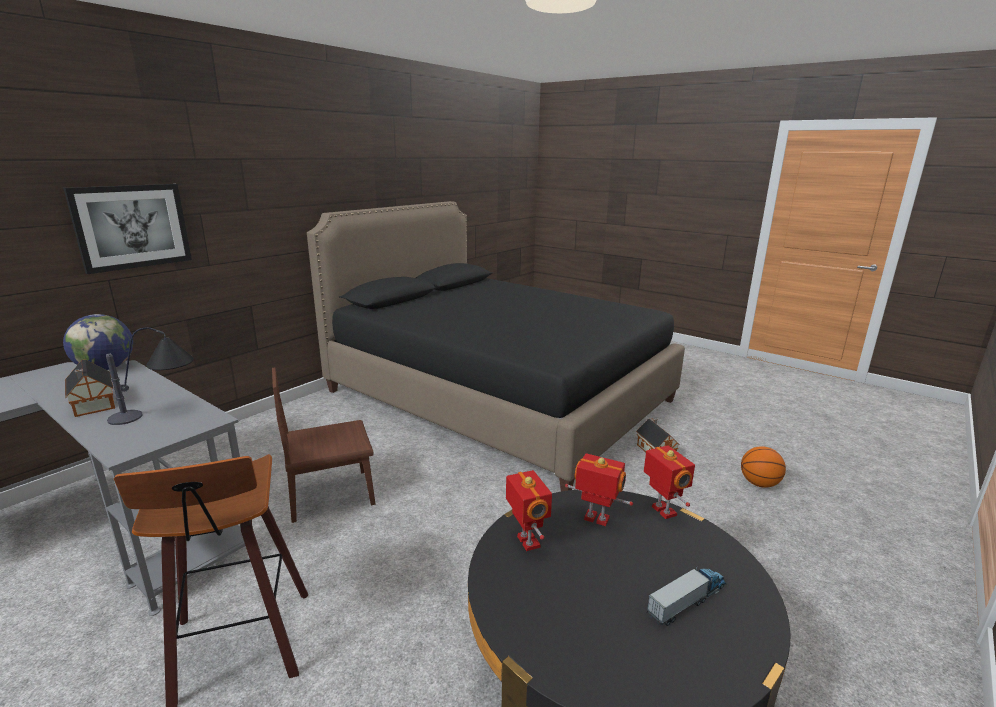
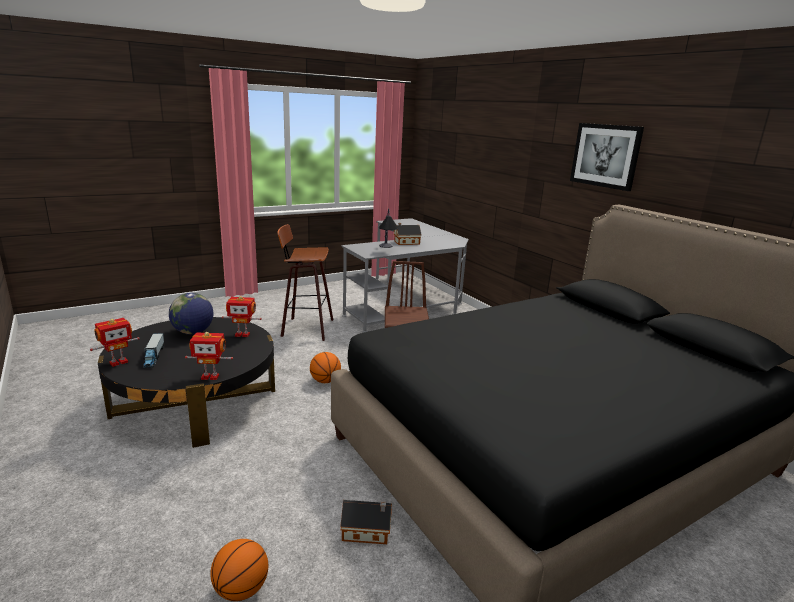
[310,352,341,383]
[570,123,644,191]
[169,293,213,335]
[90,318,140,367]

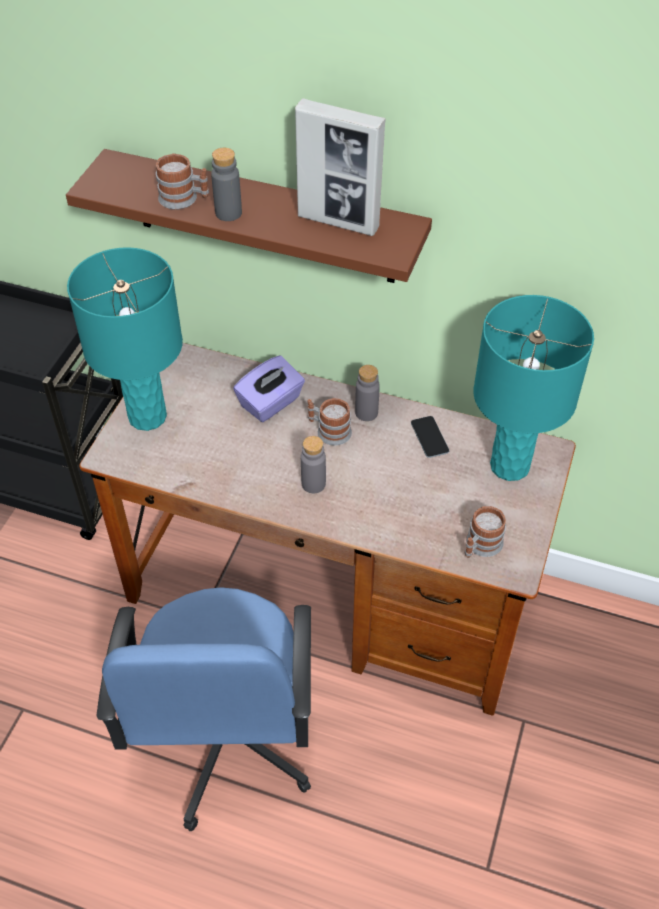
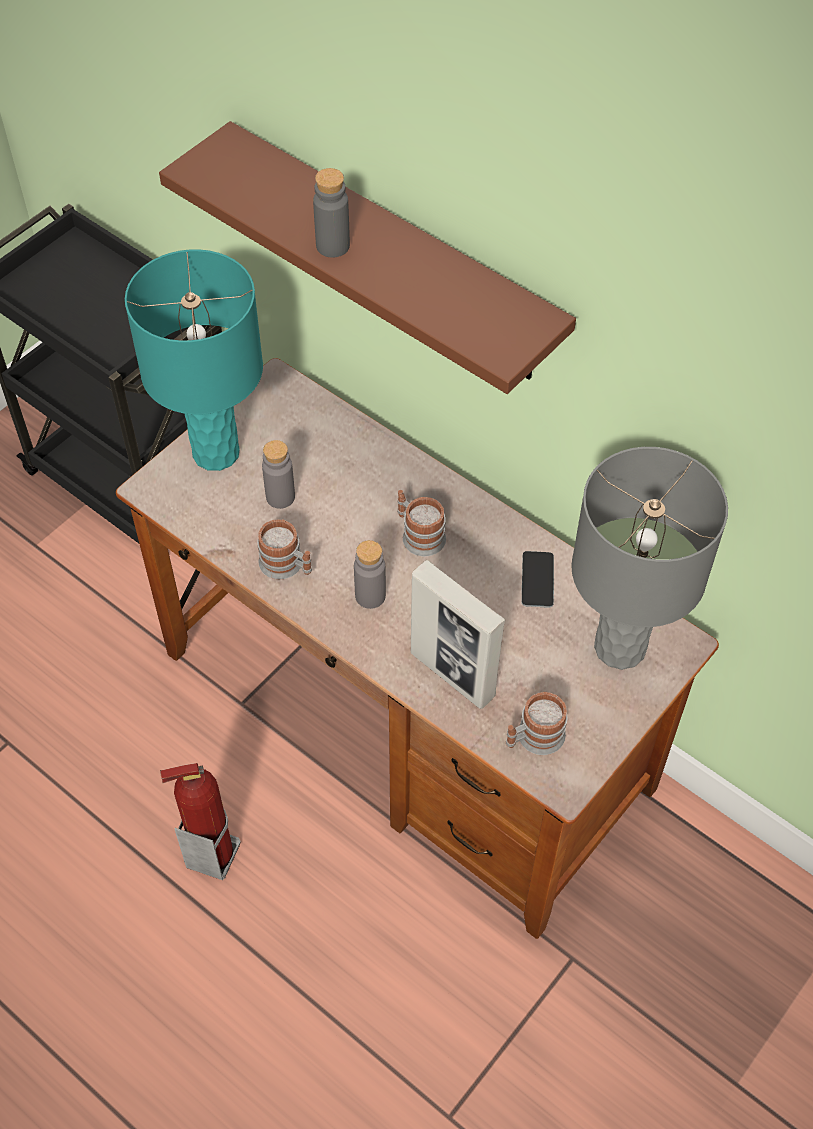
[233,356,305,422] (first image)
[257,519,312,579]
[411,560,505,709]
[262,440,295,509]
[160,763,240,880]
[571,447,728,670]

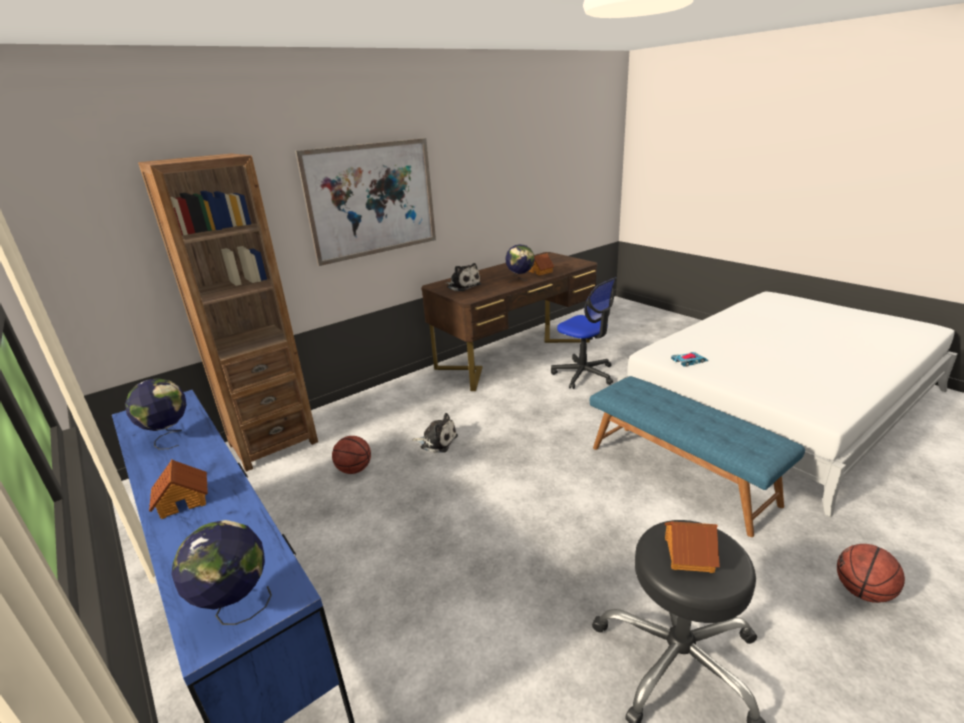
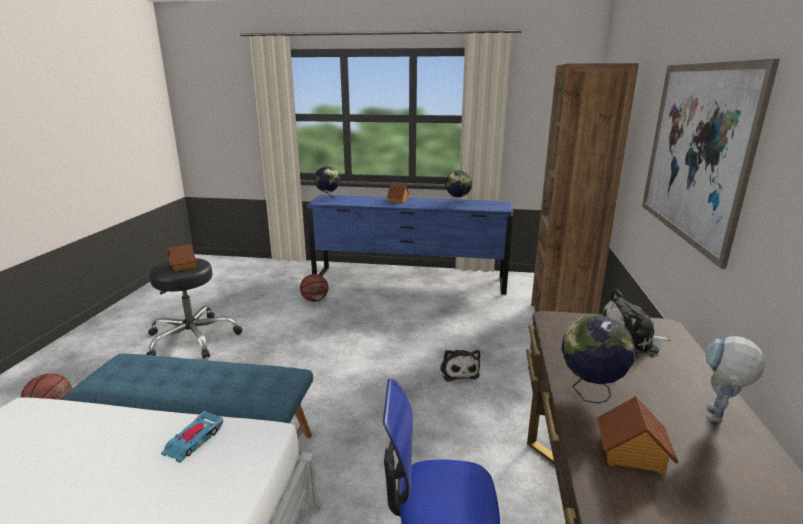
[706,336,765,422]
[300,274,328,302]
[440,350,480,382]

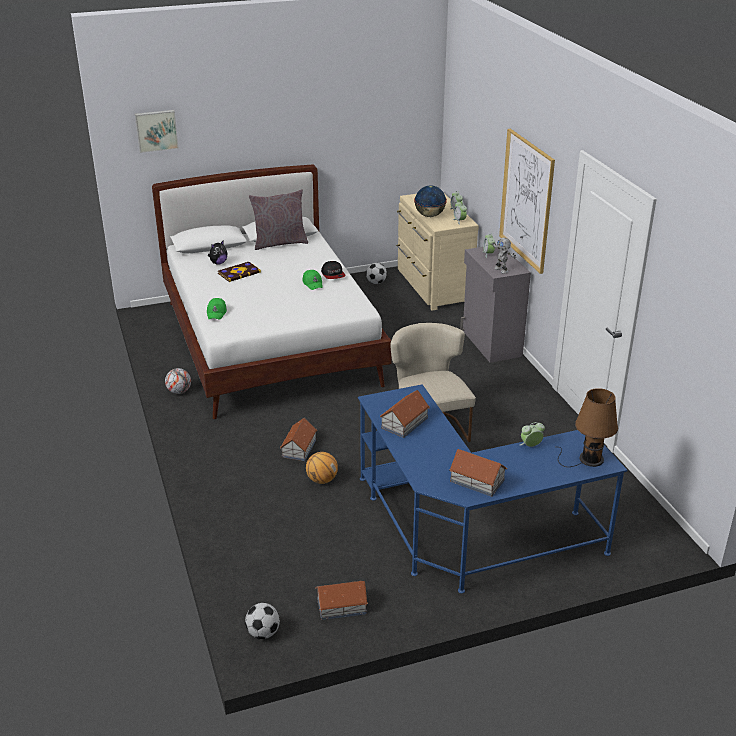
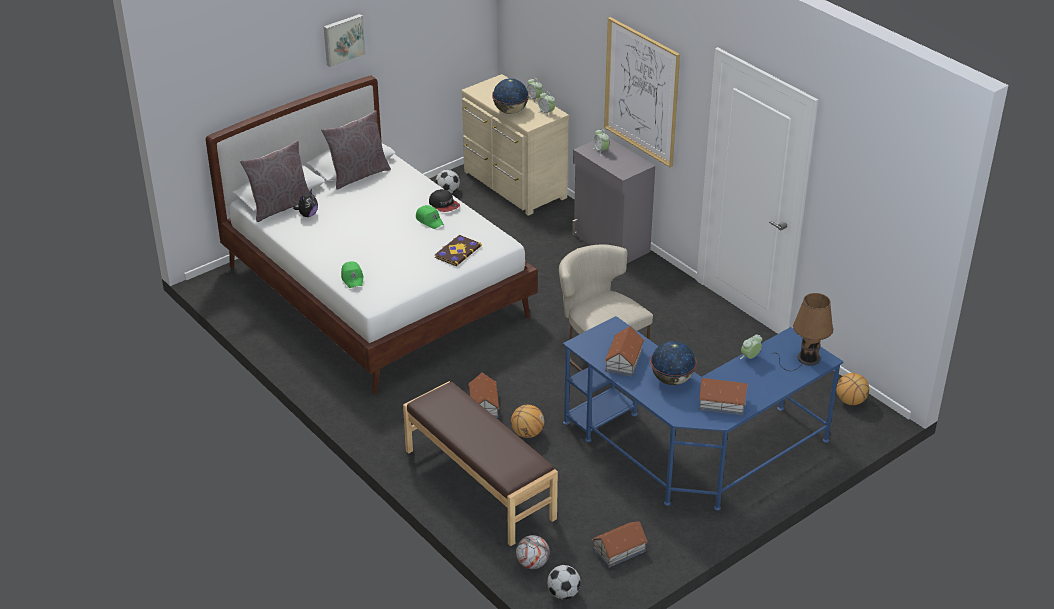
[492,238,516,274] (first image)
[240,140,310,222]
[403,381,558,546]
[650,341,697,385]
[836,373,869,405]
[324,14,366,67]
[516,535,550,569]
[435,235,482,266]

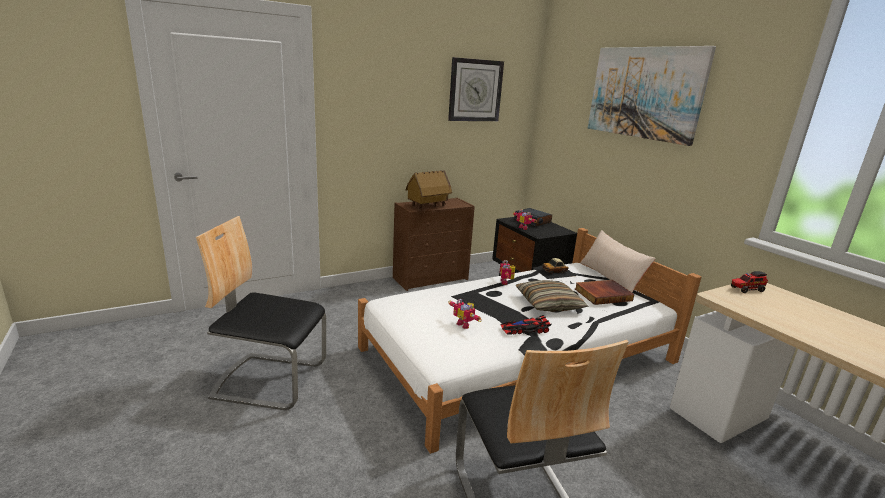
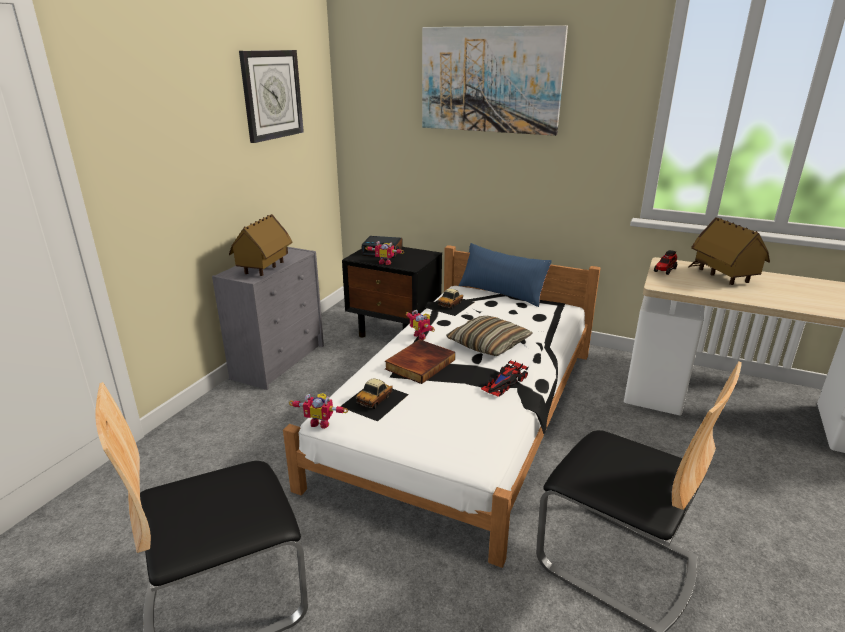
[340,379,409,422]
[689,217,770,285]
[289,393,348,429]
[385,339,455,384]
[212,247,324,390]
[459,243,552,307]

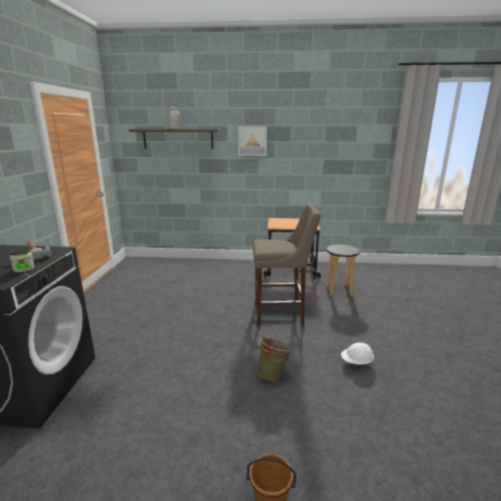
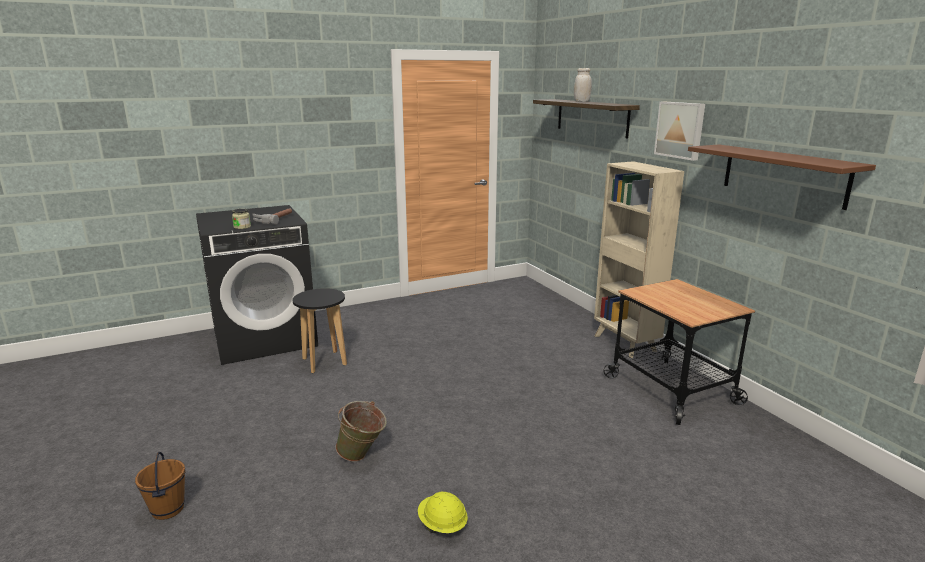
[253,204,321,326] (first image)
[594,161,684,358]
[688,144,876,210]
[292,288,347,373]
[418,491,468,533]

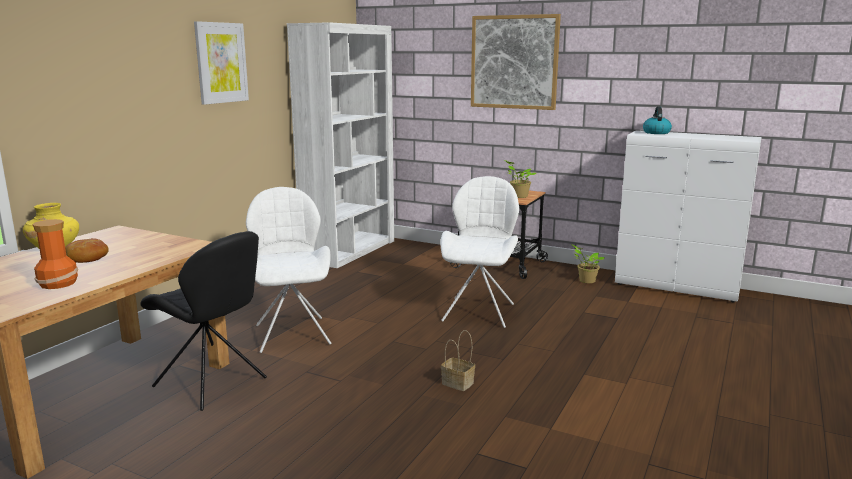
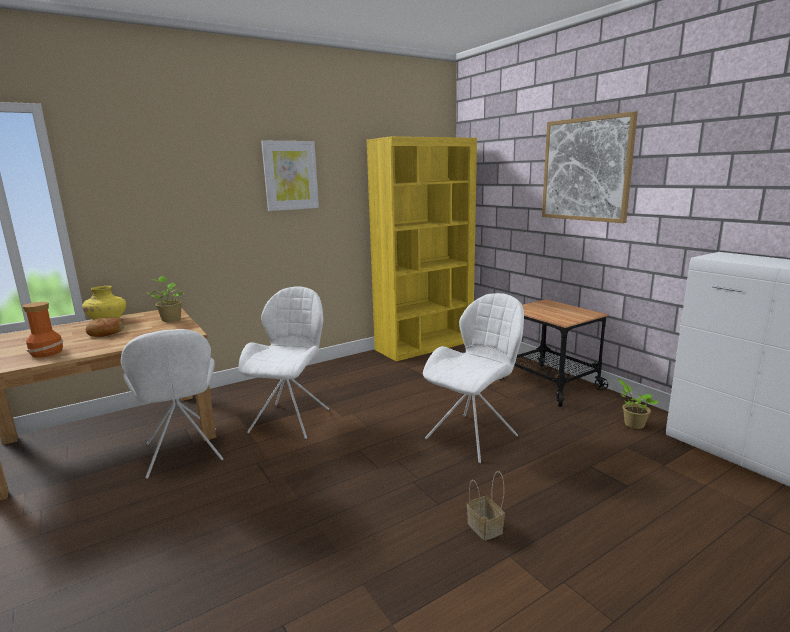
[643,107,672,134] (first image)
[467,471,505,541]
[148,276,184,322]
[121,329,223,479]
[367,136,477,362]

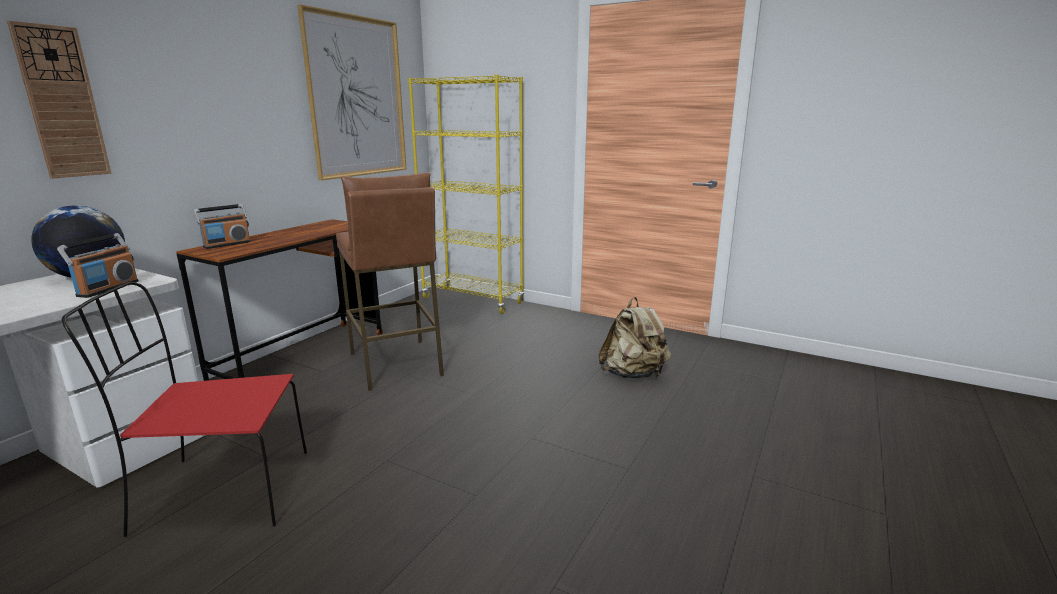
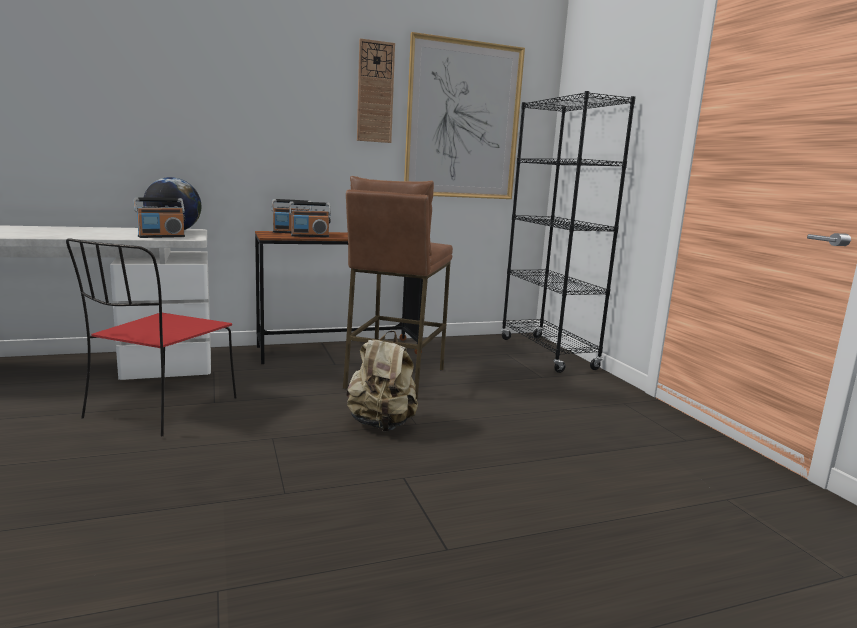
[289,201,331,237]
[357,38,395,143]
[346,331,418,431]
[501,91,636,373]
[66,238,237,436]

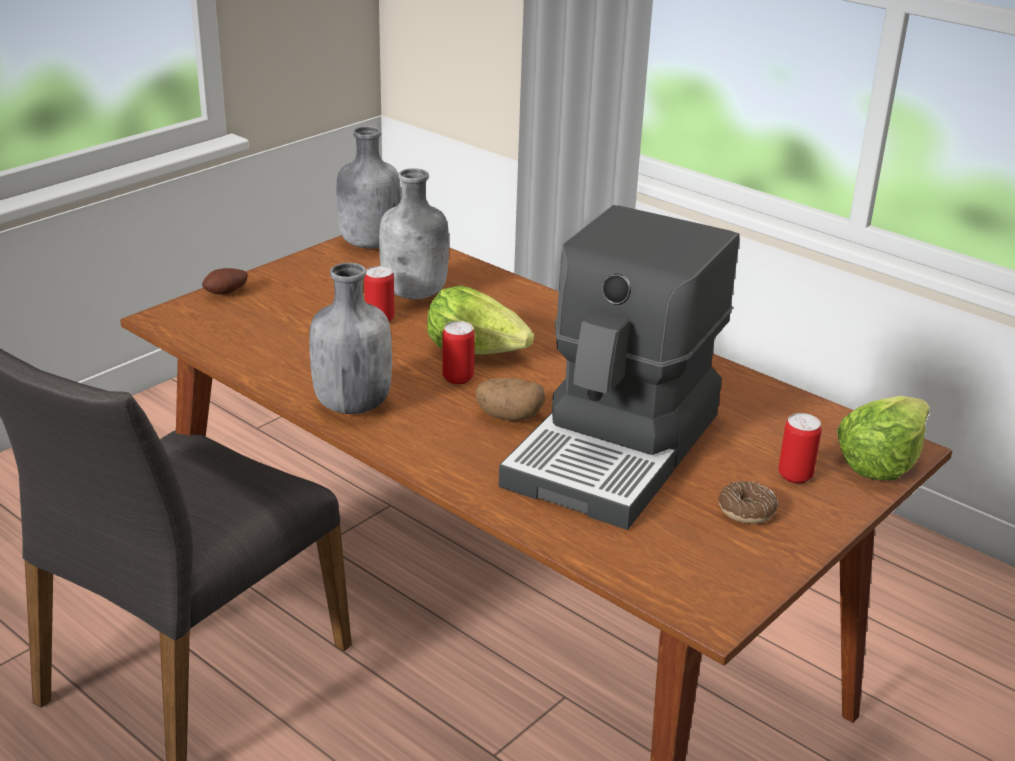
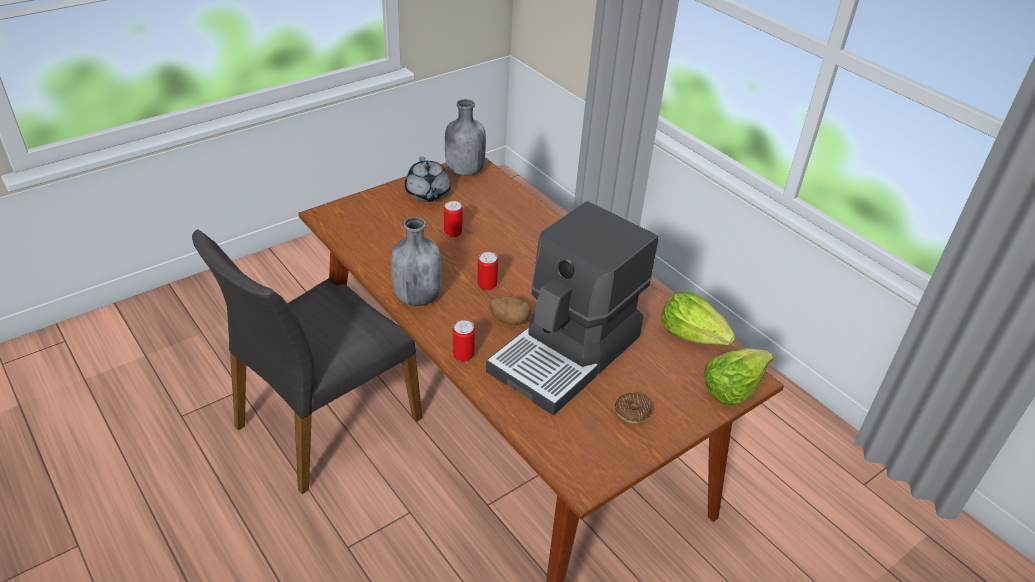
[202,268,248,295] (first image)
[379,168,449,299] (first image)
[405,156,451,202]
[661,292,736,345]
[453,320,475,362]

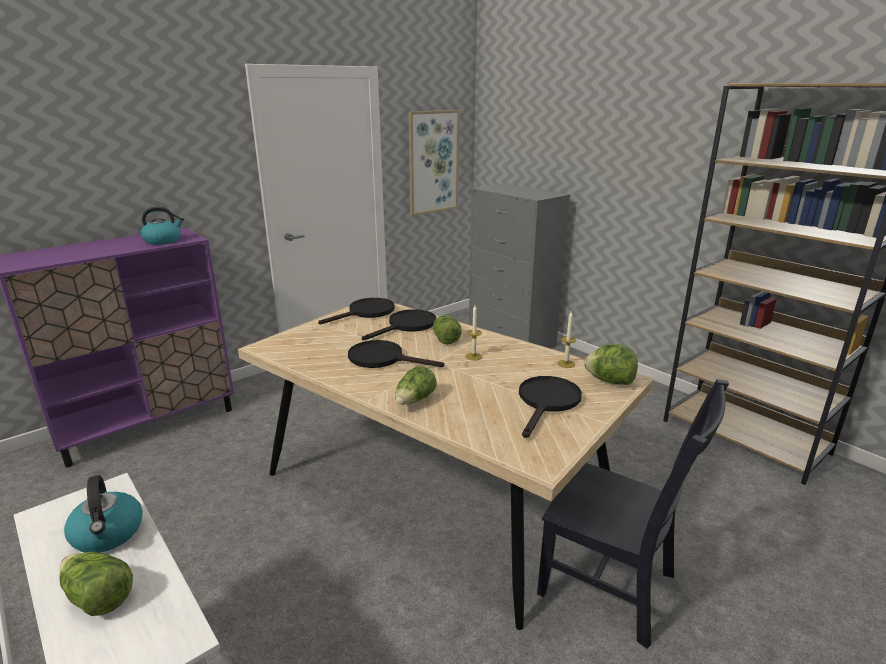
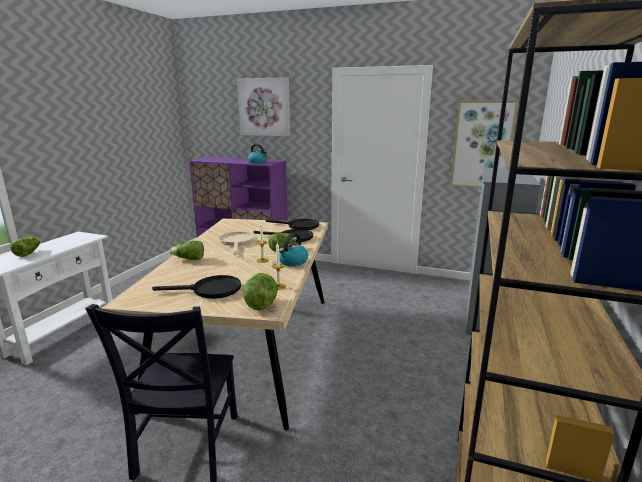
[237,77,290,136]
[279,233,308,266]
[219,232,254,255]

